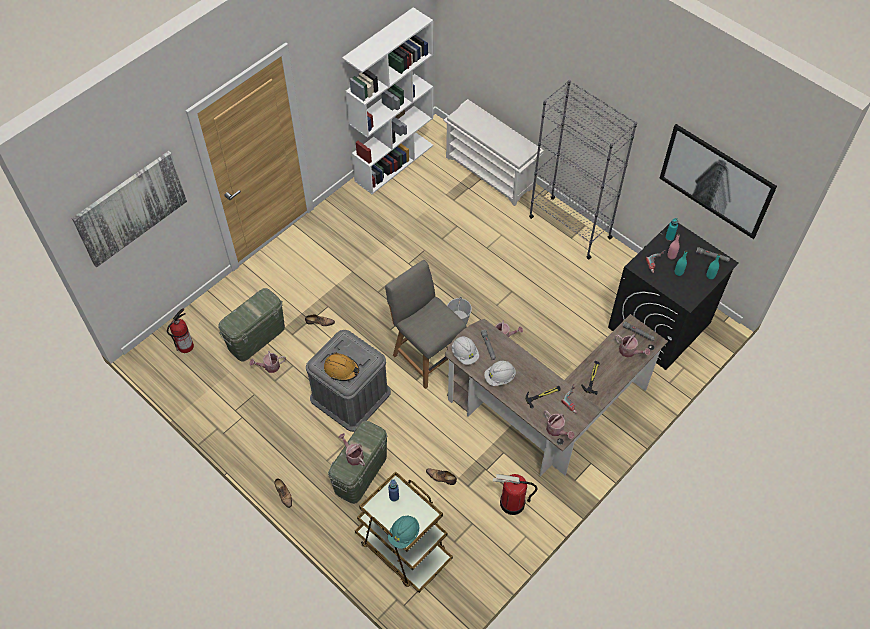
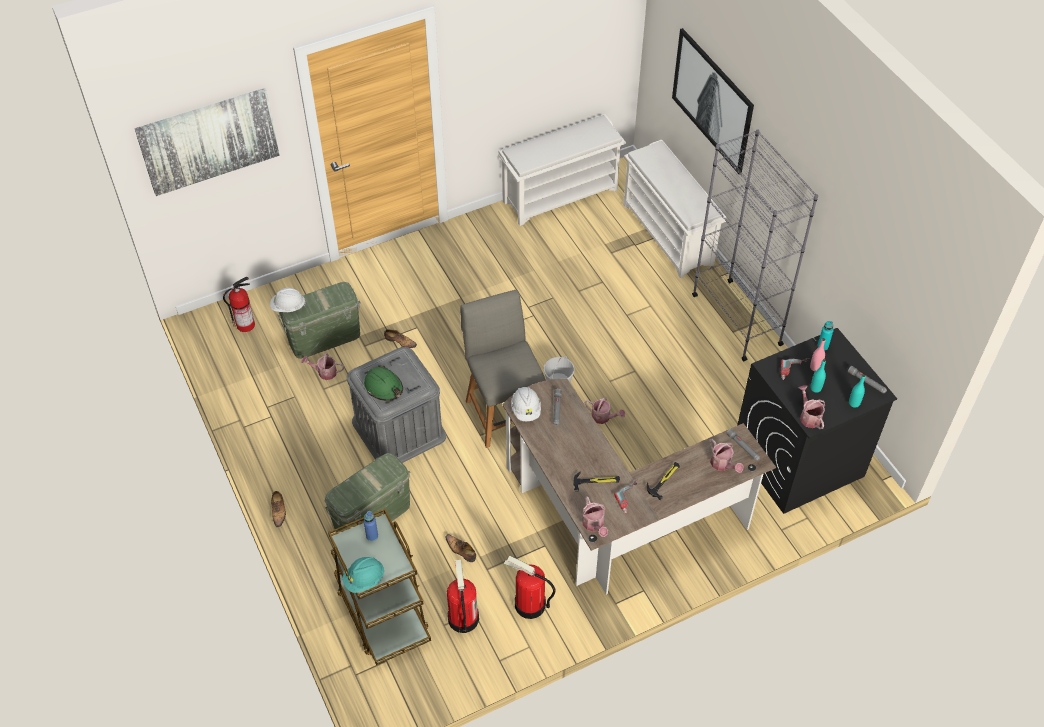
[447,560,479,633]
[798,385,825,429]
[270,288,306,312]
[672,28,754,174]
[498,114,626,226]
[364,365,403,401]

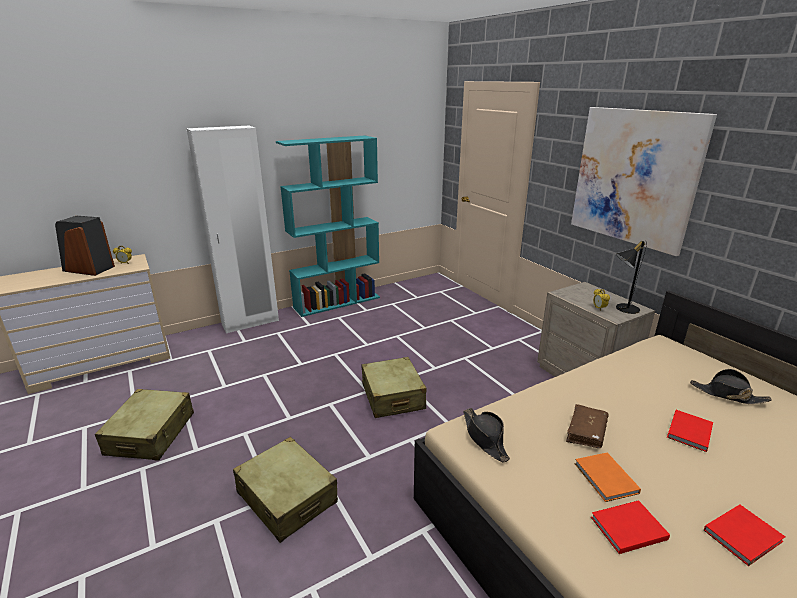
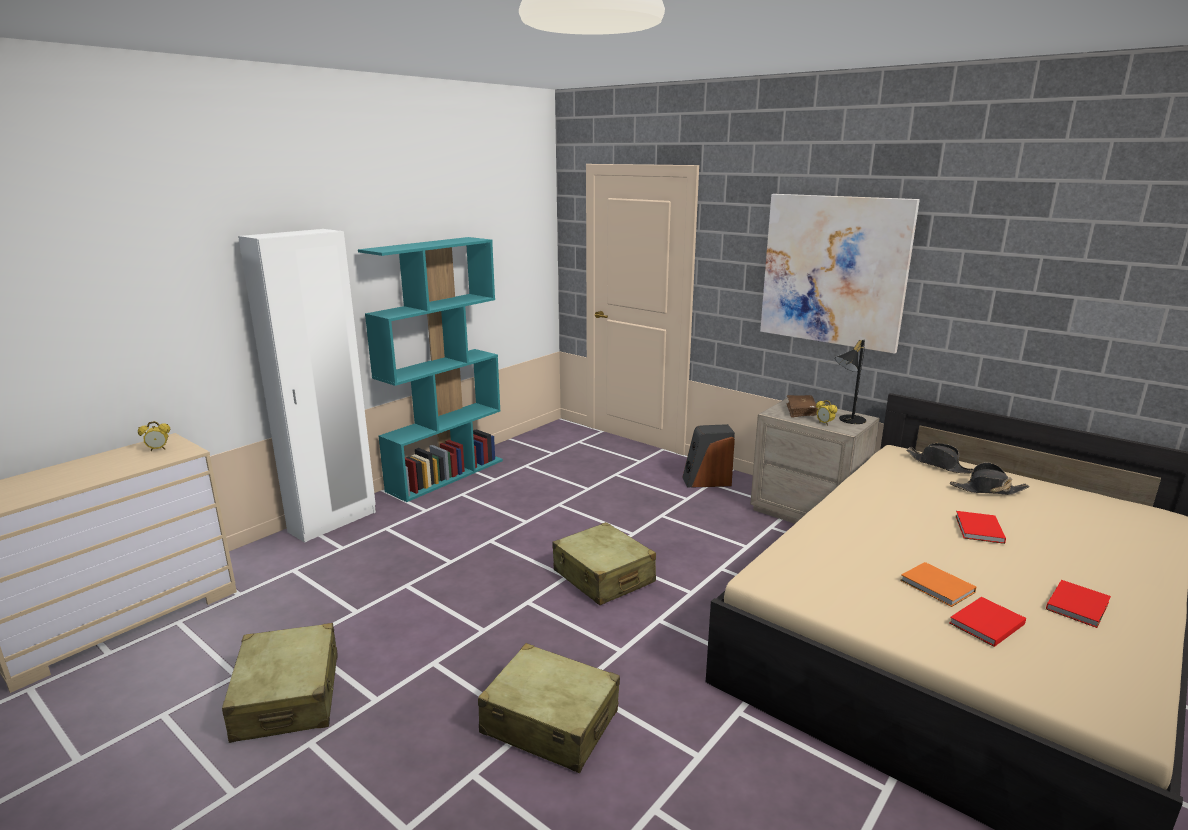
[682,424,735,488]
[907,443,973,474]
[786,395,818,417]

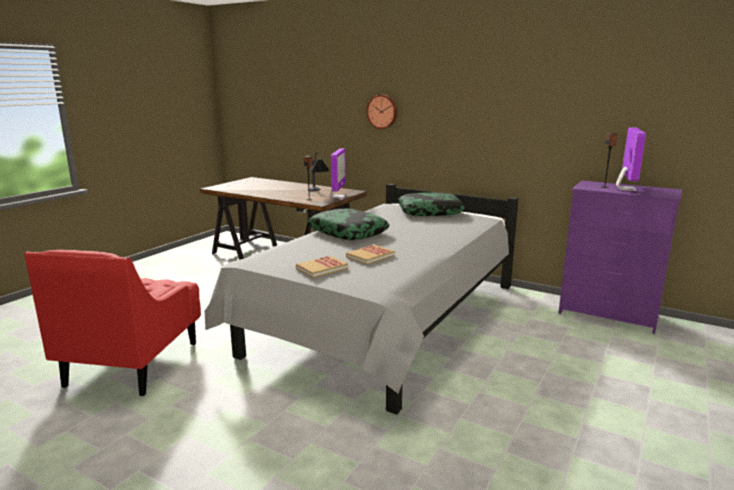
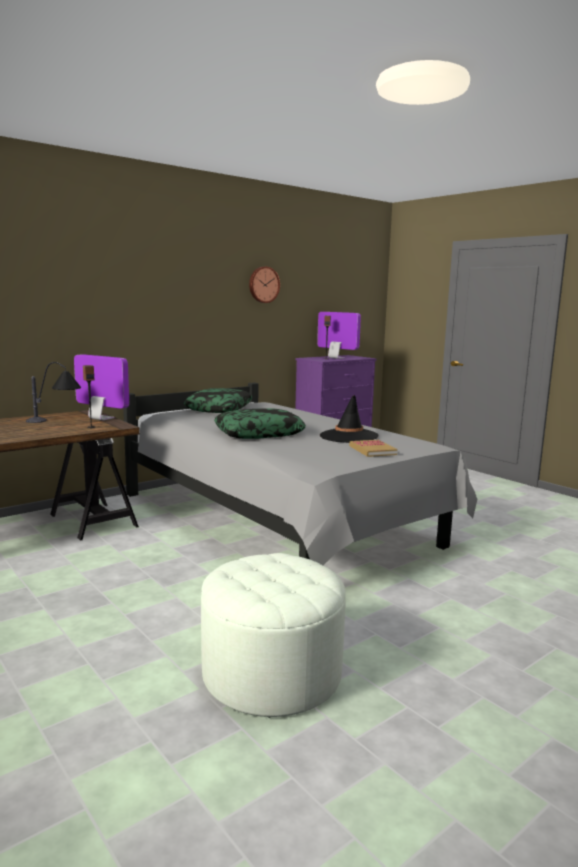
[249,267,280,303]
[201,553,346,718]
[320,395,379,443]

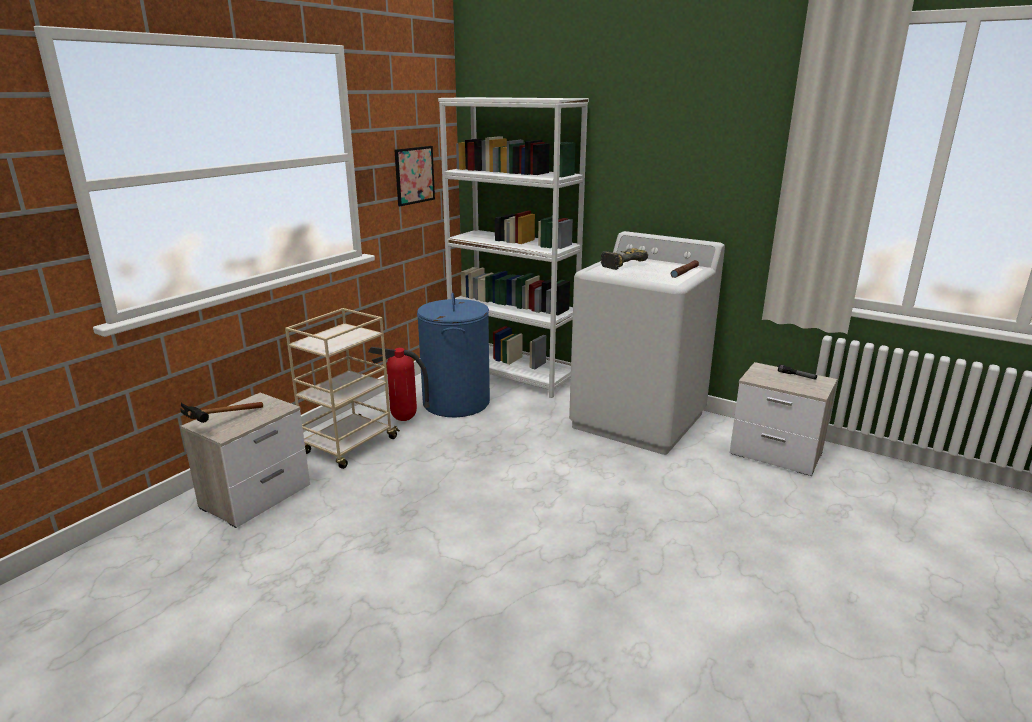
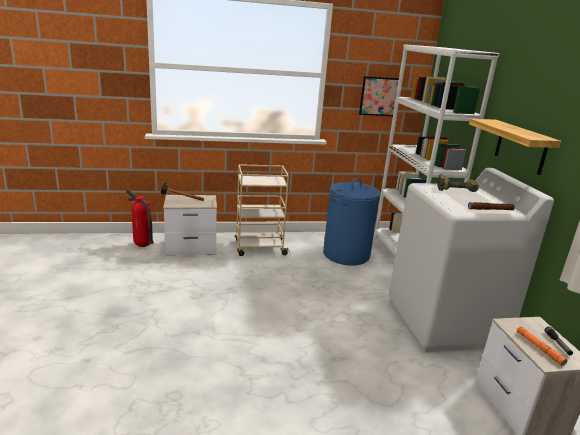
[469,119,561,175]
[517,326,568,366]
[126,189,154,247]

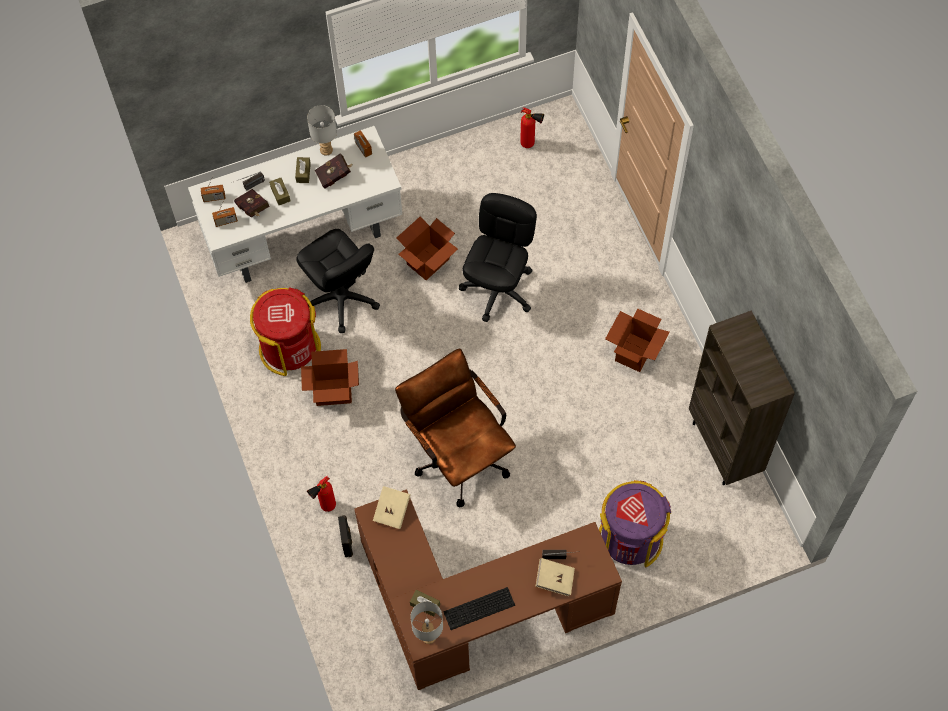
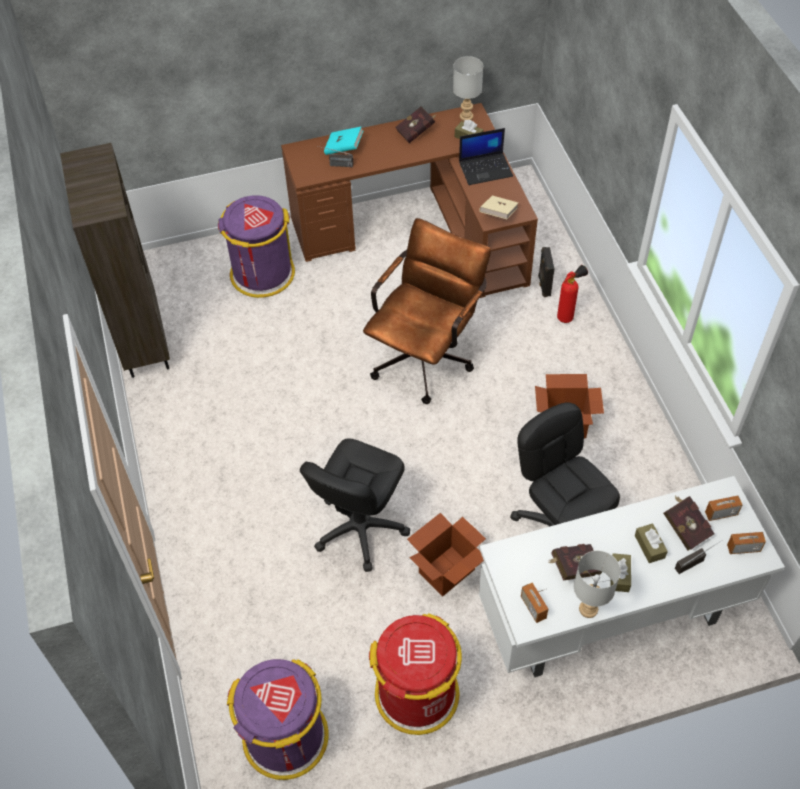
[605,309,670,372] (first image)
[459,128,513,185]
[369,613,462,735]
[395,107,437,143]
[227,659,328,780]
[324,127,363,155]
[363,218,491,404]

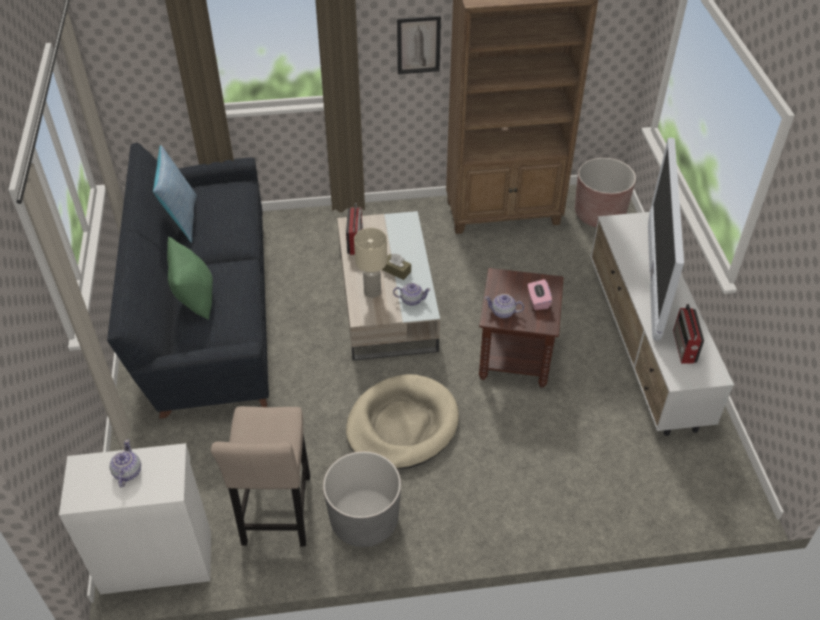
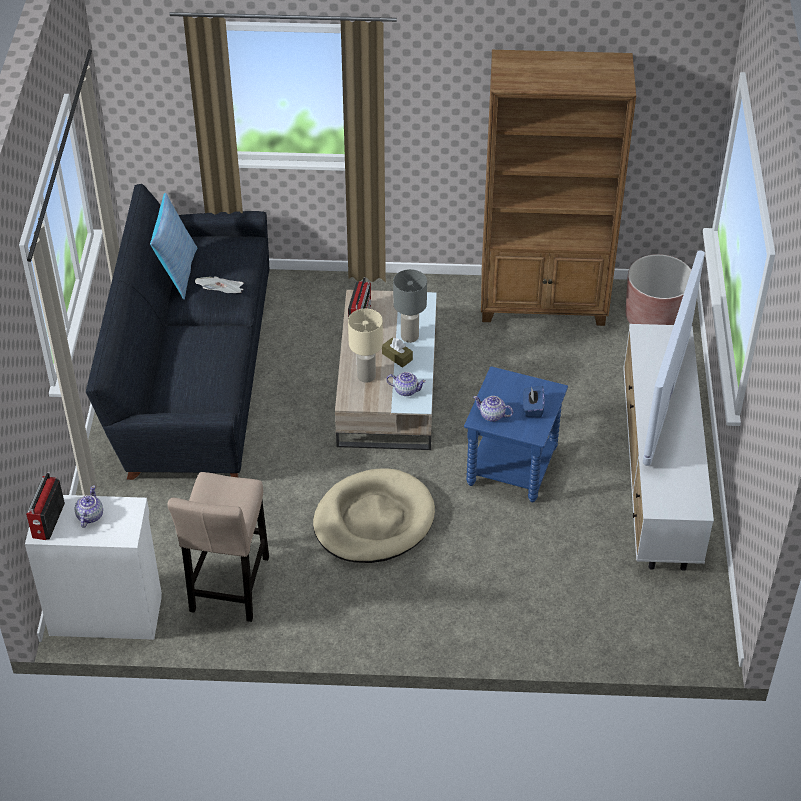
[167,237,213,320] (first image)
[323,451,401,547] (first image)
[397,16,441,74] (first image)
[195,276,243,293]
[393,269,427,343]
[26,472,65,540]
[464,366,568,502]
[523,386,544,417]

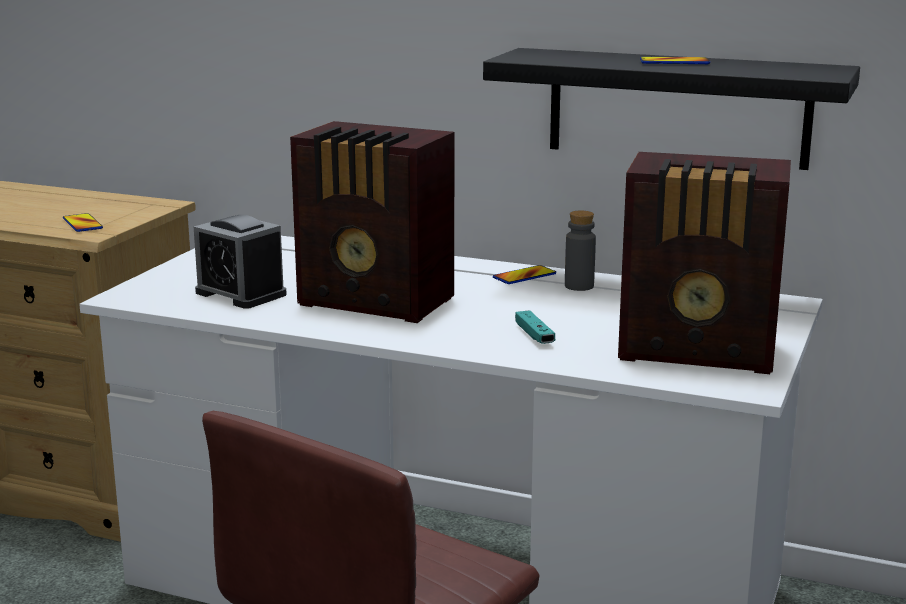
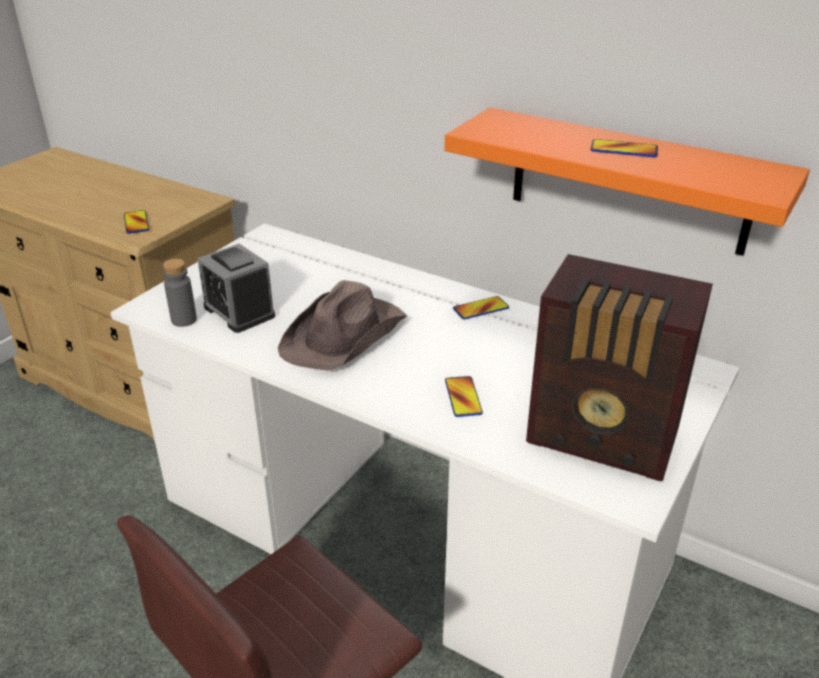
[163,259,197,327]
[278,280,407,371]
[445,376,483,417]
[444,107,810,256]

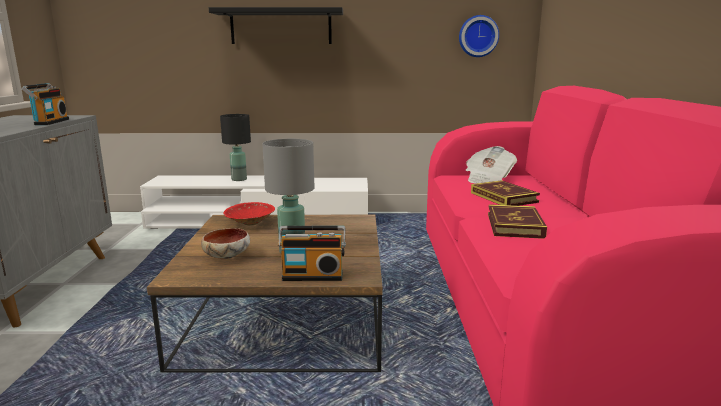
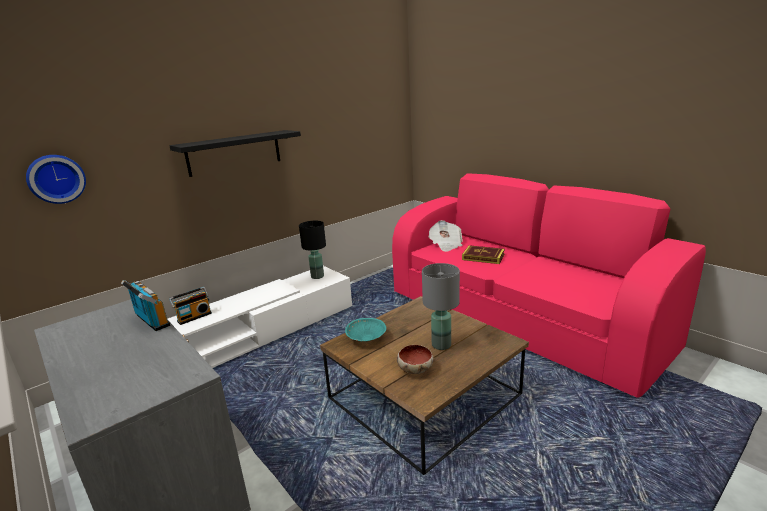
[488,204,547,239] (first image)
[299,221,326,279]
[169,287,212,325]
[26,155,86,204]
[345,318,386,342]

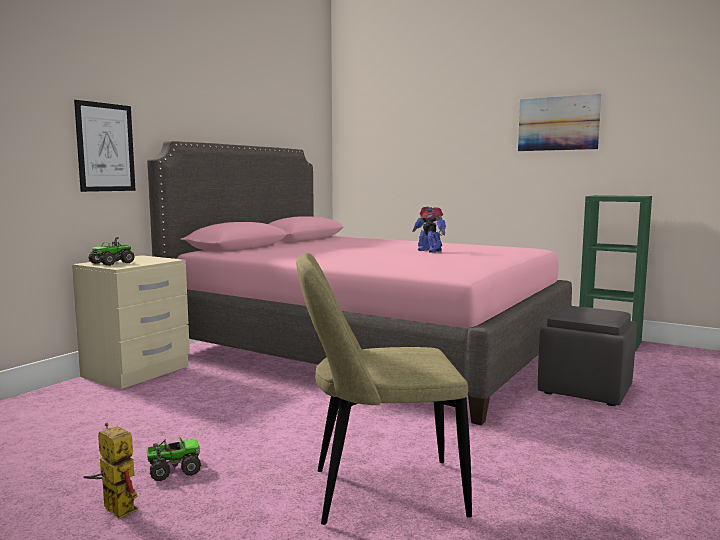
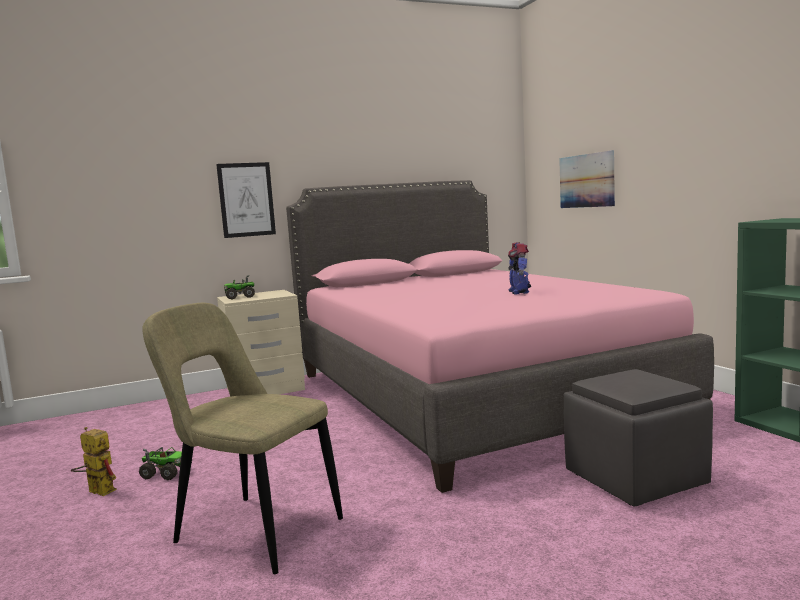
[559,150,615,208]
[71,427,117,496]

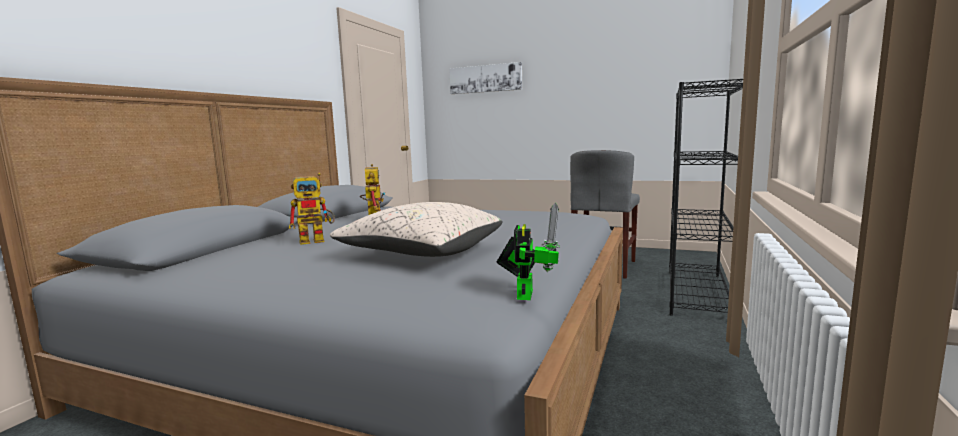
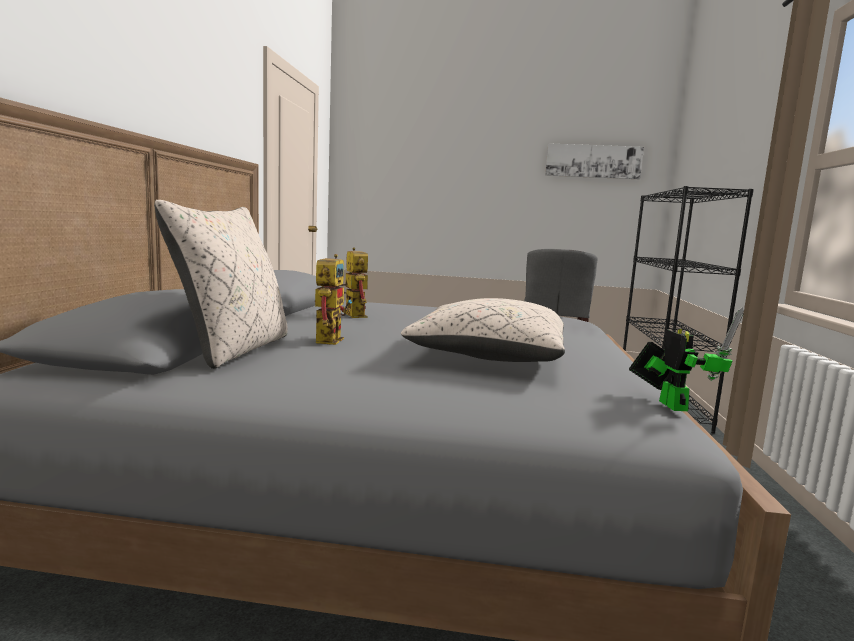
[154,200,288,369]
[545,143,644,179]
[315,254,352,345]

